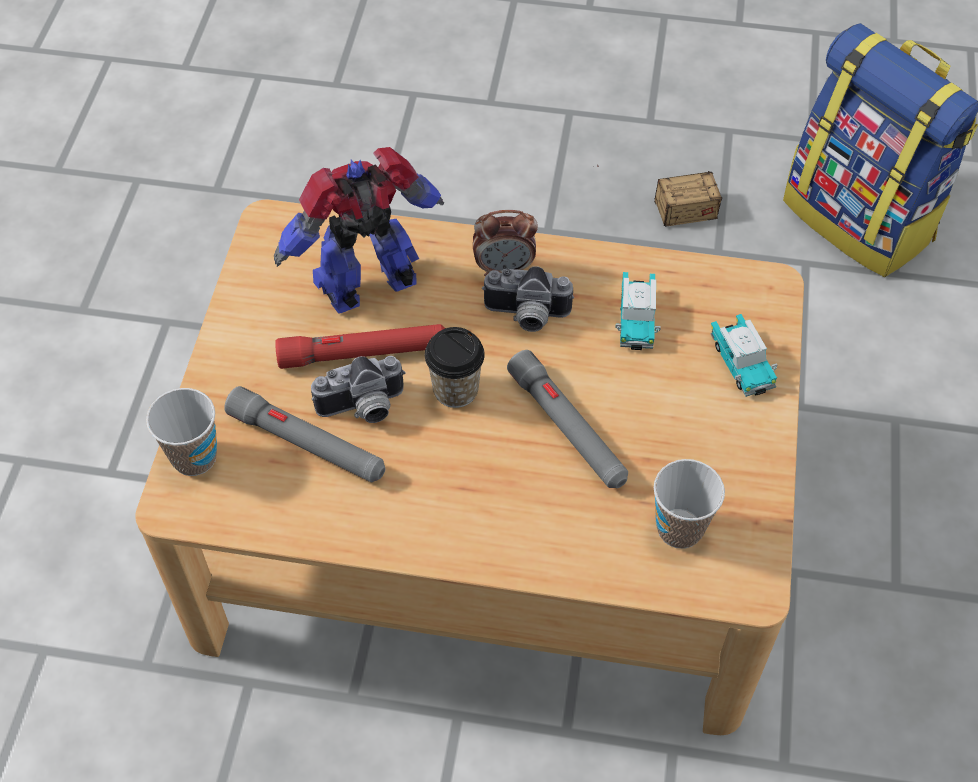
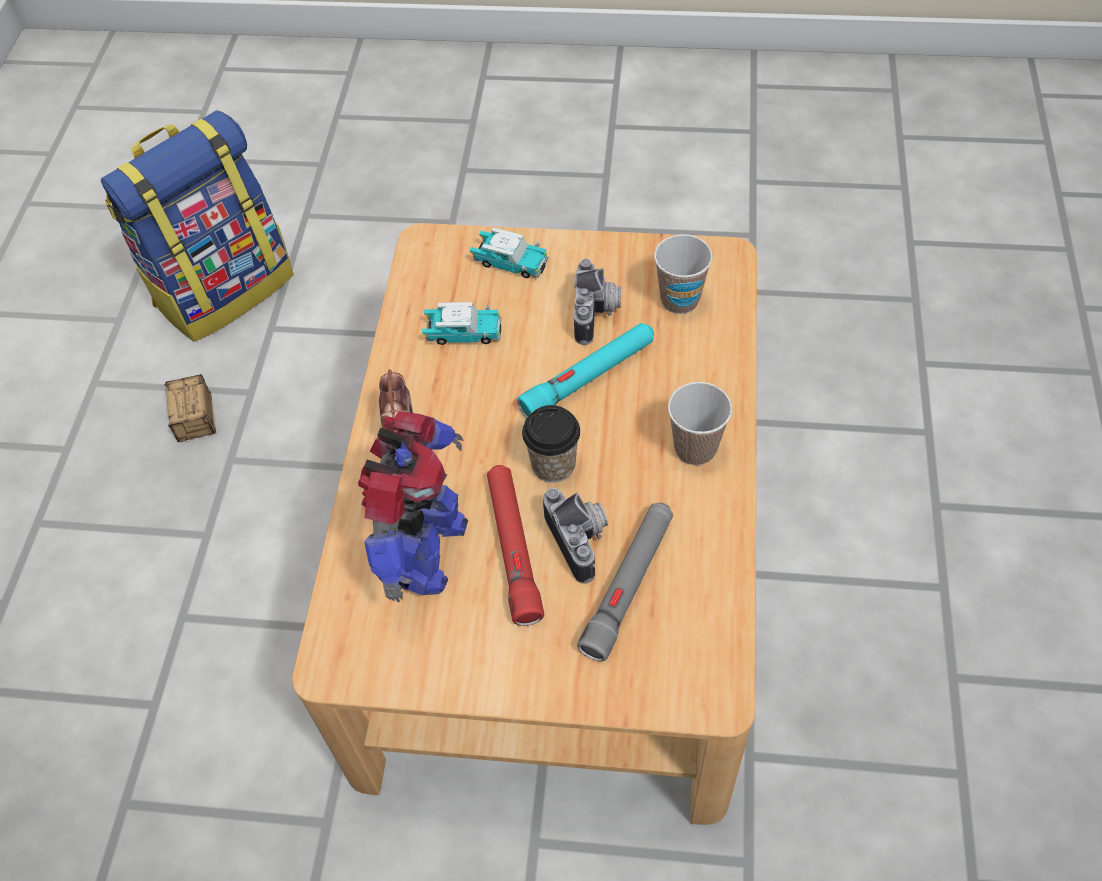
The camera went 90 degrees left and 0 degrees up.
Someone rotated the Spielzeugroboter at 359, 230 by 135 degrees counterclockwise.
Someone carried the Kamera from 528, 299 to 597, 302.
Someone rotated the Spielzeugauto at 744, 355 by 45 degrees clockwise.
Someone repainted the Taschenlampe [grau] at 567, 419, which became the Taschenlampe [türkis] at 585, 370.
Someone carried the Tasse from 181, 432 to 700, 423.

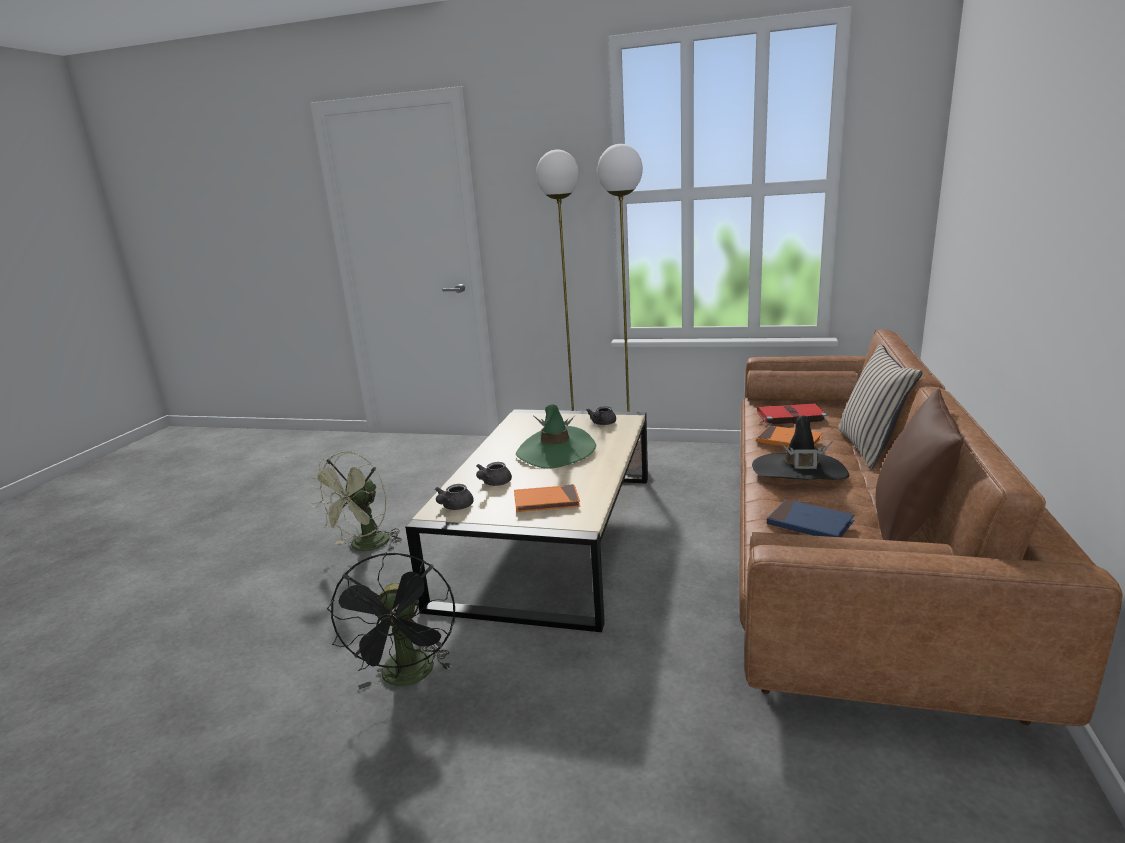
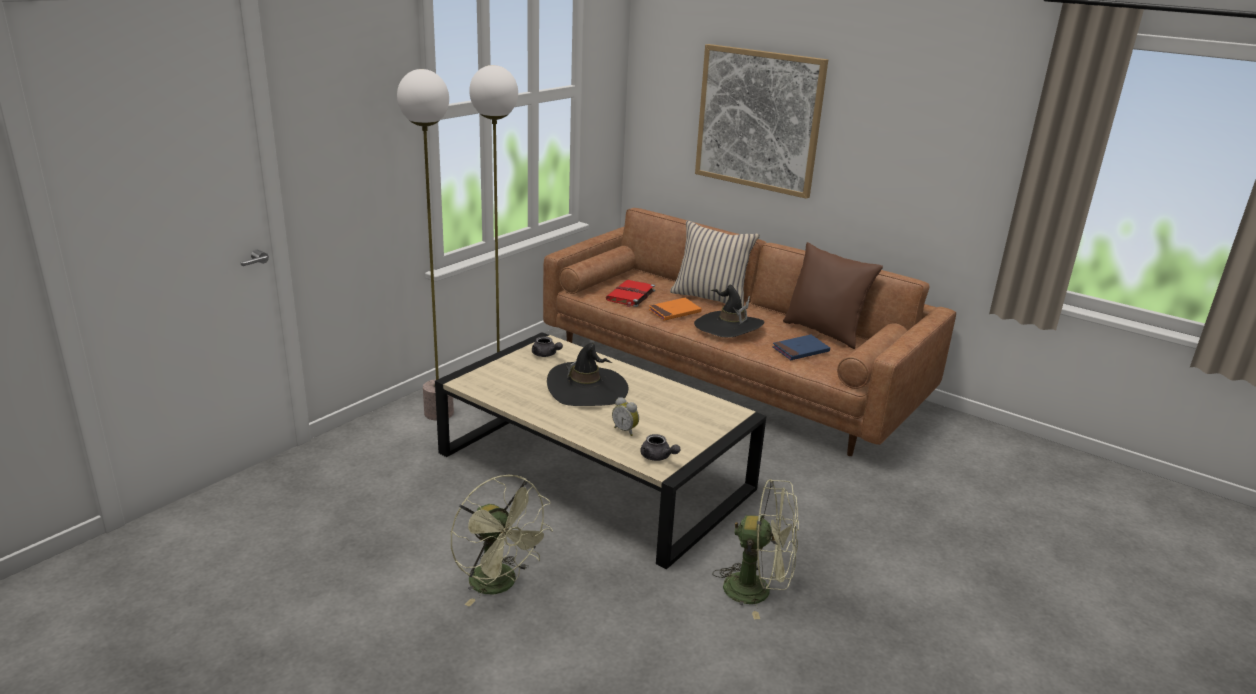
The camera went 70 degrees left and 5 degrees up.
Someone repainted the Hut [grün] at 556, 436, which became the Hut [schwarz] at 588, 374.
Someone swapped the Teekanne [grau] at 494, 474 for the Wecker at 625, 416.
Someone took away the Buch [orange] at 547, 498.
Someone repainted the Ventilator [schwarz] at 391, 621, which became the Ventilator [grün] at 755, 549.
Someone put up the Bild at 761, 121.

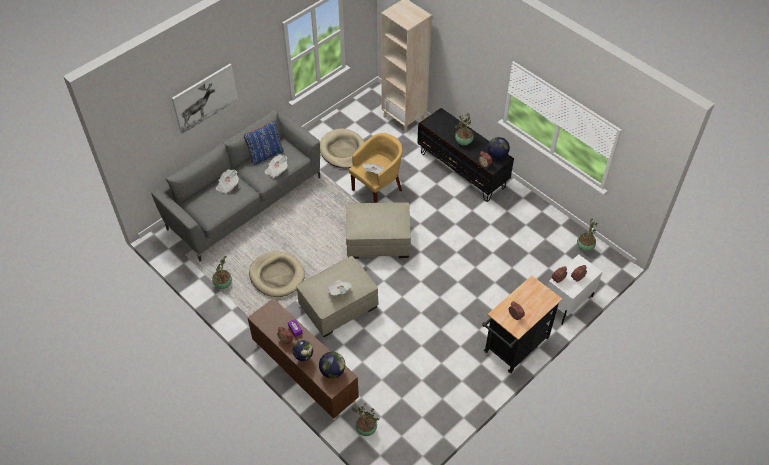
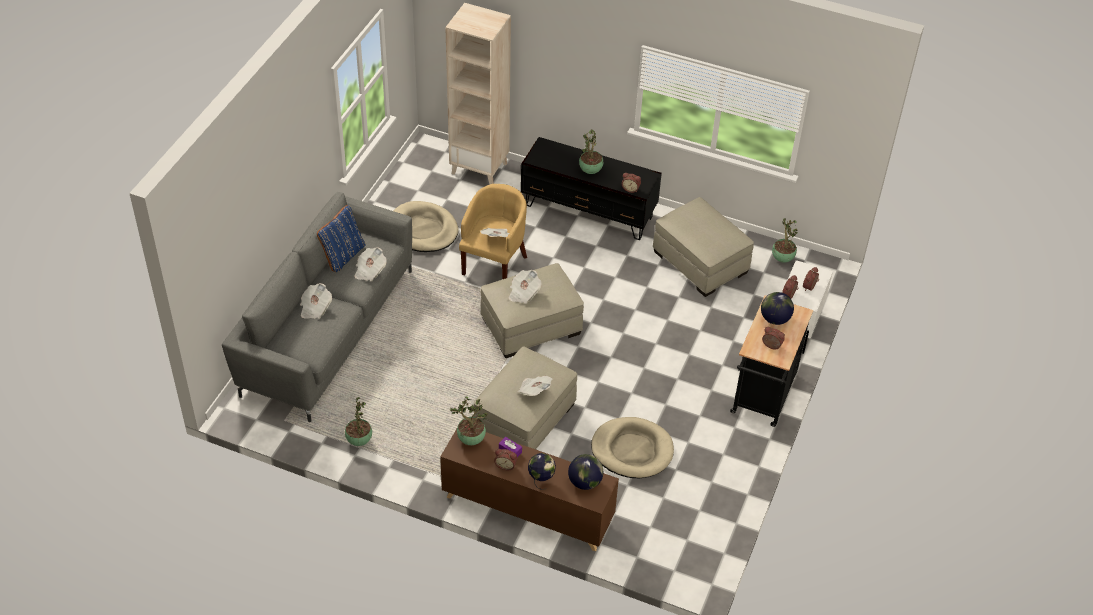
The camera went 25 degrees left and 5 degrees down.
Someone took away the Bild at 205, 99.
Someone carried the Globus from 499, 148 to 777, 308.
Someone carried the Hundebett [beige] from 277, 274 to 632, 447.
Someone carried the Topfpflanze from 365, 419 to 469, 421.
Someone put down the Polsterhocker [beige] at 703, 247.
Someone put down the Zeitung at 525, 287.

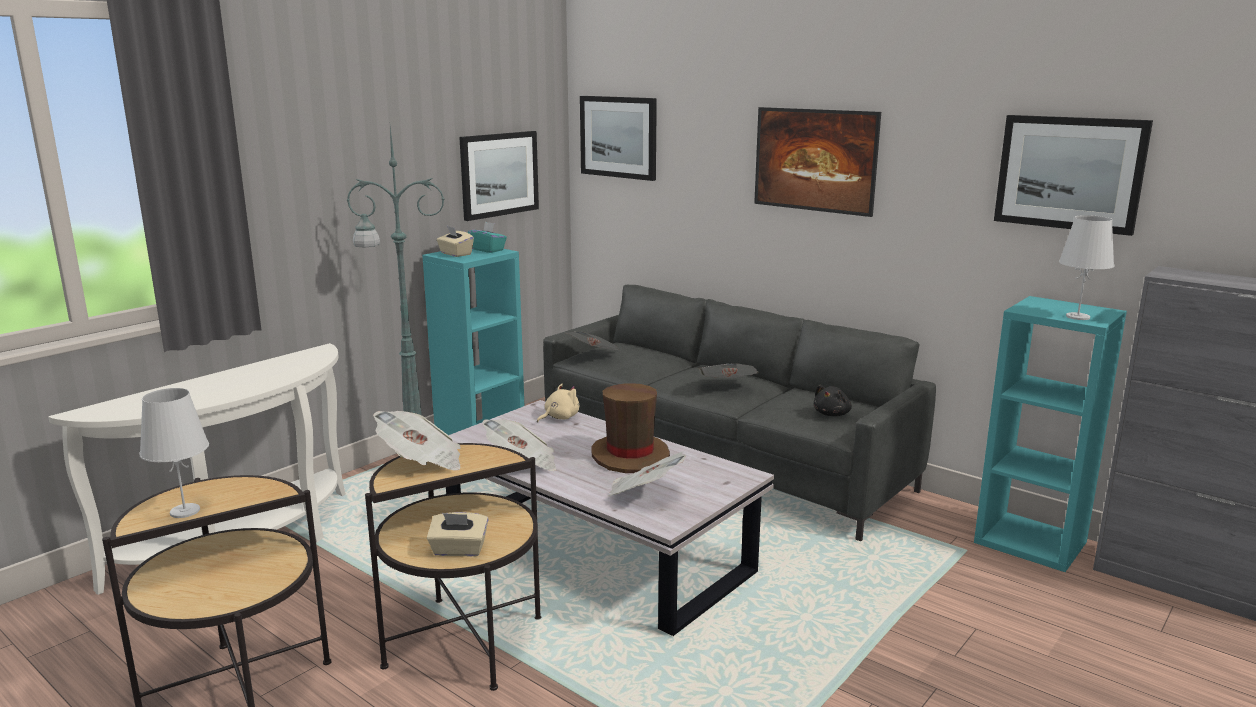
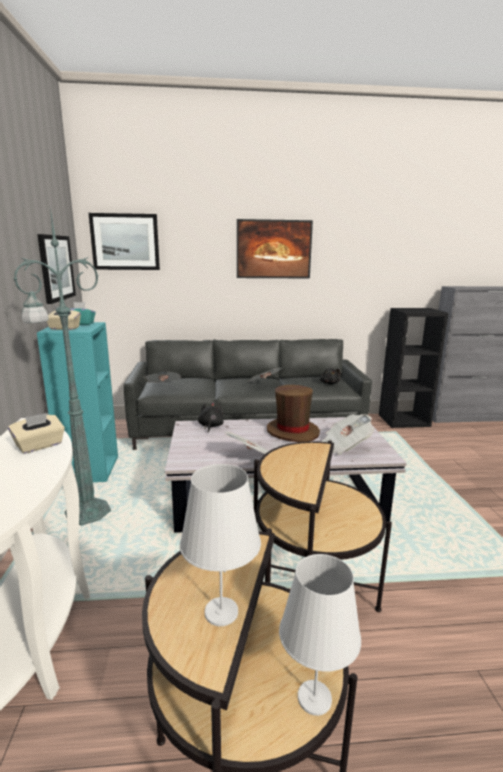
The camera went 45 degrees left and 0 degrees up.
Someone took away the Bild at 1073, 175.
Someone carried the Tischlampe [weiß] from 1087, 267 to 320, 635.
Someone repainted the Bücherregal [türkis] at 1050, 434, which became the Bücherregal [schwarz] at 414, 368.
Someone repainted the Plüschtier [beige] at 558, 403, which became the Plüschtier [schwarz] at 211, 418.
Someone took away the Zeitung at 417, 441.
Someone carried the Taschentuchbox [beige] from 457, 534 to 36, 433.

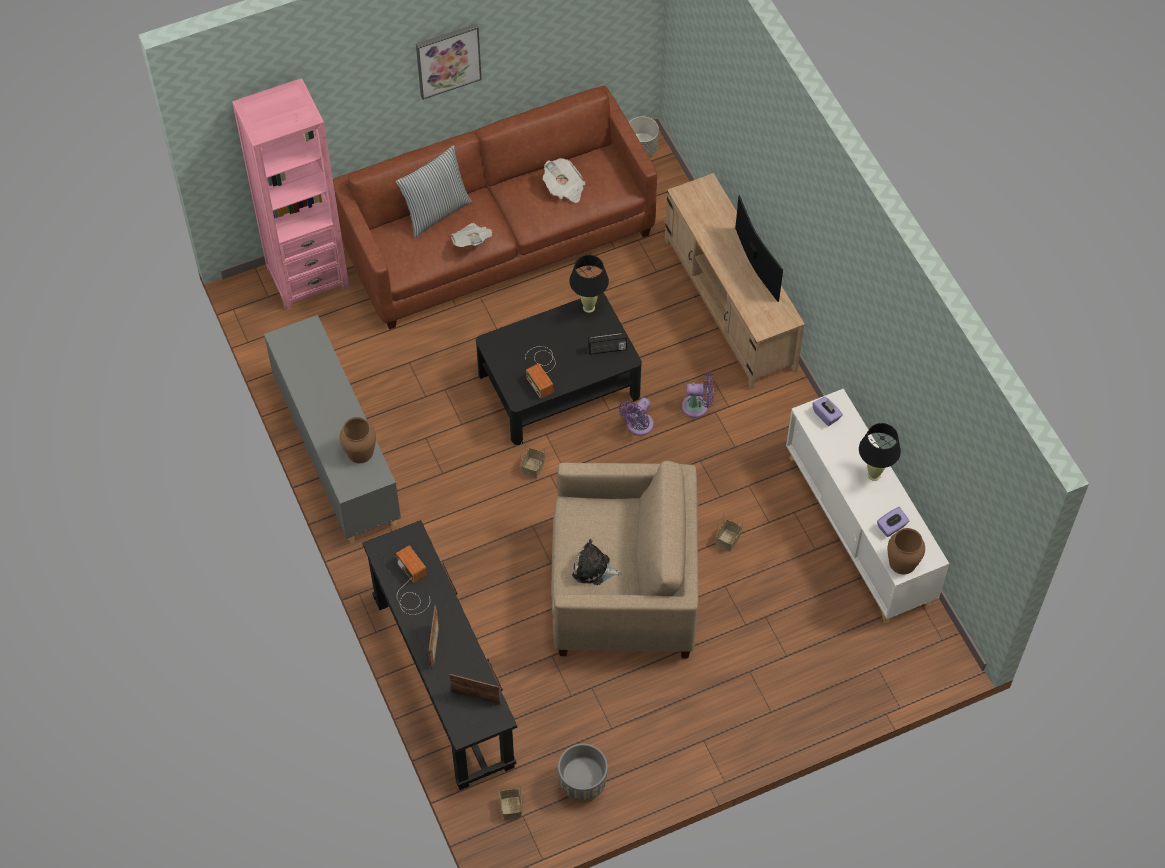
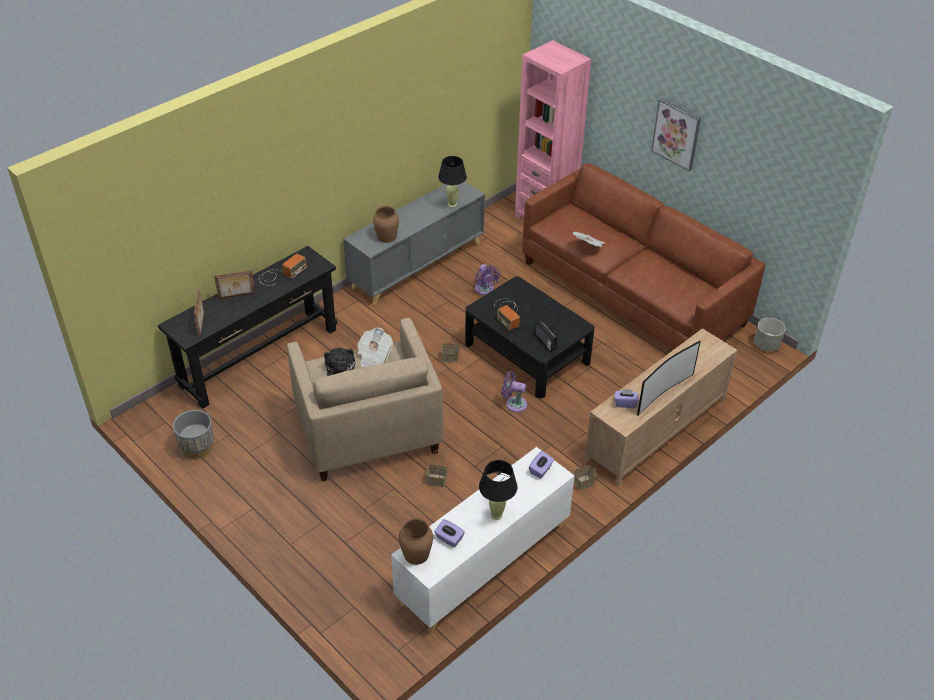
The camera went 70 degrees right and 15 degrees down.
Someone took away the Kissen at 434, 191.
Someone carried the Zeitung from 564, 180 to 375, 347.
Someone carried the Tischlampe [schwarz] from 589, 284 to 452, 181.
Someone rotated the Radio at 540, 372 by 75 degrees counterclockwise.
Someone carried the Ventilator [lila] from 698, 395 to 487, 279.
Someone carried the Korb from 510, 803 to 585, 471.
Someone put down the Taschentuchbox [lila] at 627, 398.

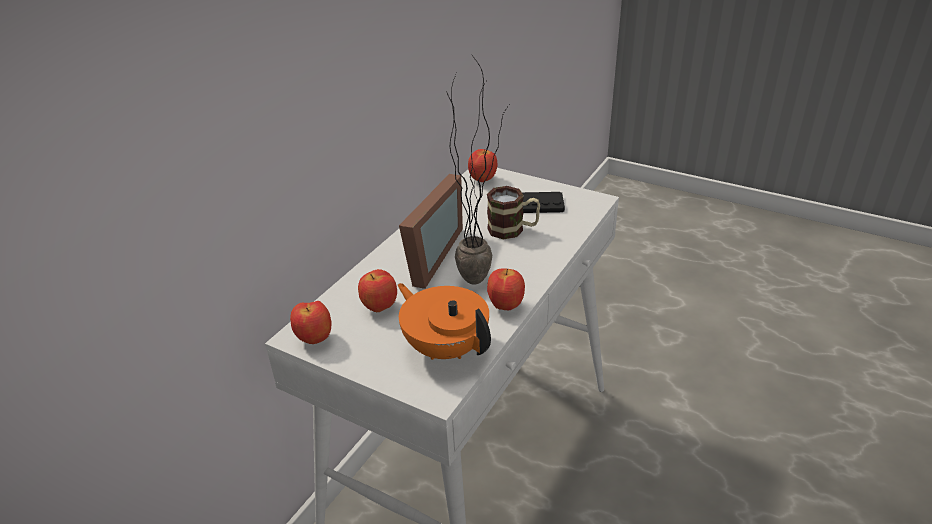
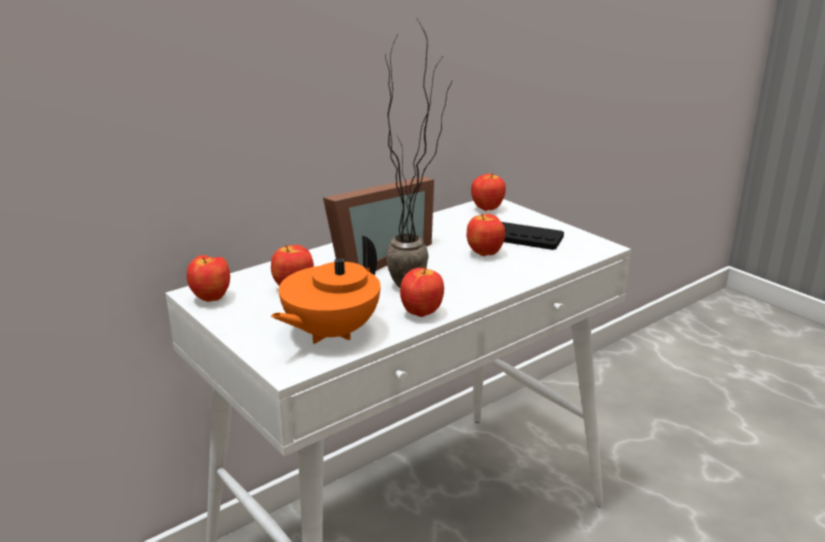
The camera went 20 degrees right and 10 degrees down.
Someone swapped the Henkelbecher at 513, 212 for the Apfel at 486, 235.
Someone rotated the Teekanne [orange] at 444, 321 by 120 degrees counterclockwise.

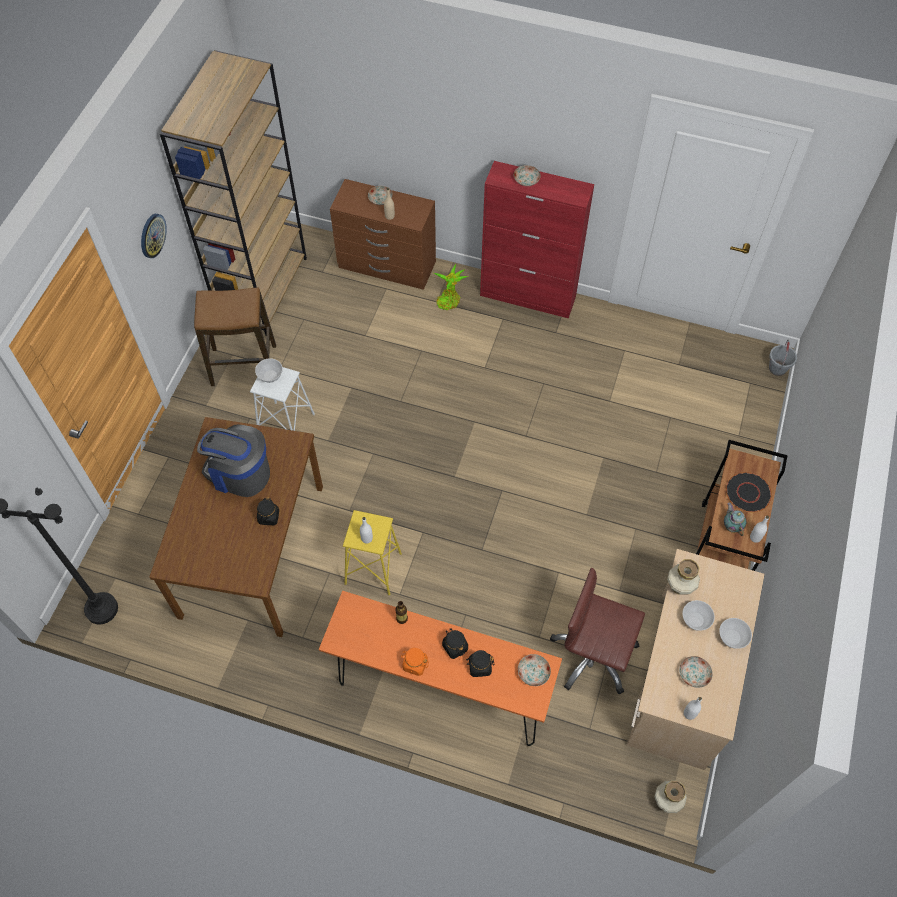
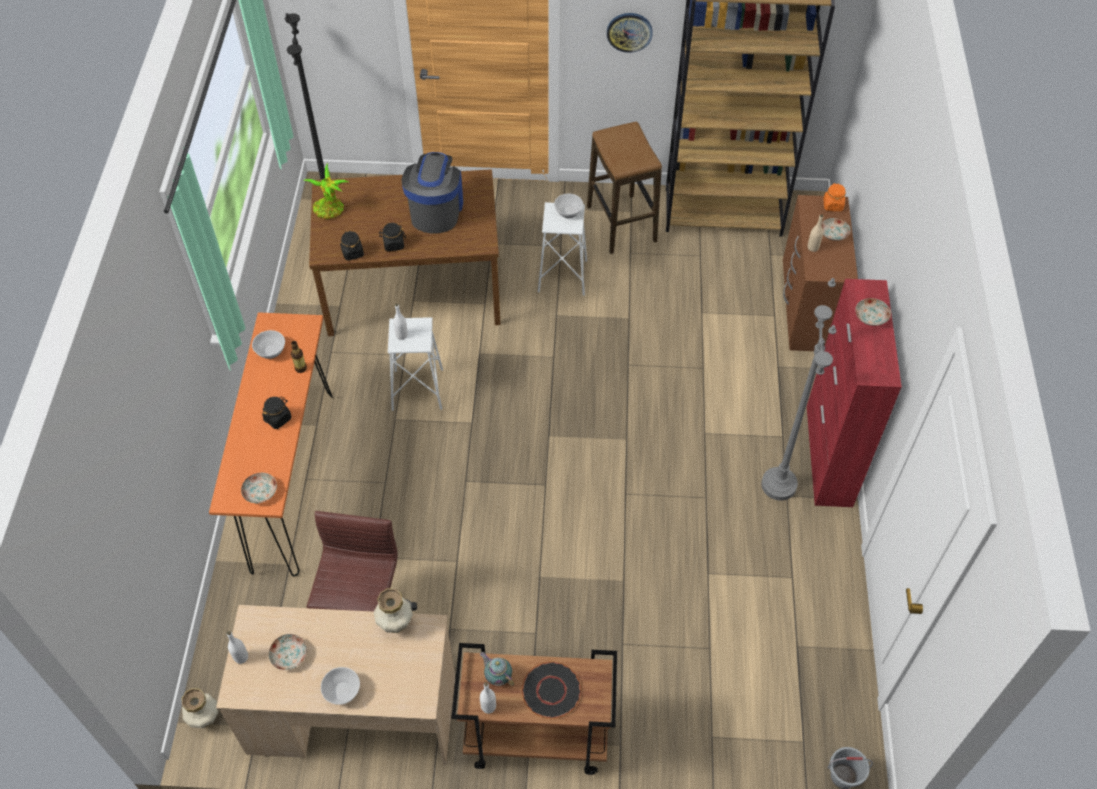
The camera went 75 degrees right and 5 degrees down.
Someone carried the Topfpflanze from 451, 287 to 325, 191.
Someone rotated the Teekanne at 735, 519 by 105 degrees counterclockwise.
Someone repainted the Hocker [gelb] at 372, 552, which became the Hocker [weiß] at 415, 364.
Someone carried the Schüssel from 698, 615 to 268, 344.
Someone carried the Vorratsglas [orange] from 415, 662 to 834, 197.
Someone carried the Vorratsglas [schwarz] from 480, 663 to 352, 245.
Someone put down the Stehlampe [grau] at 798, 389.

